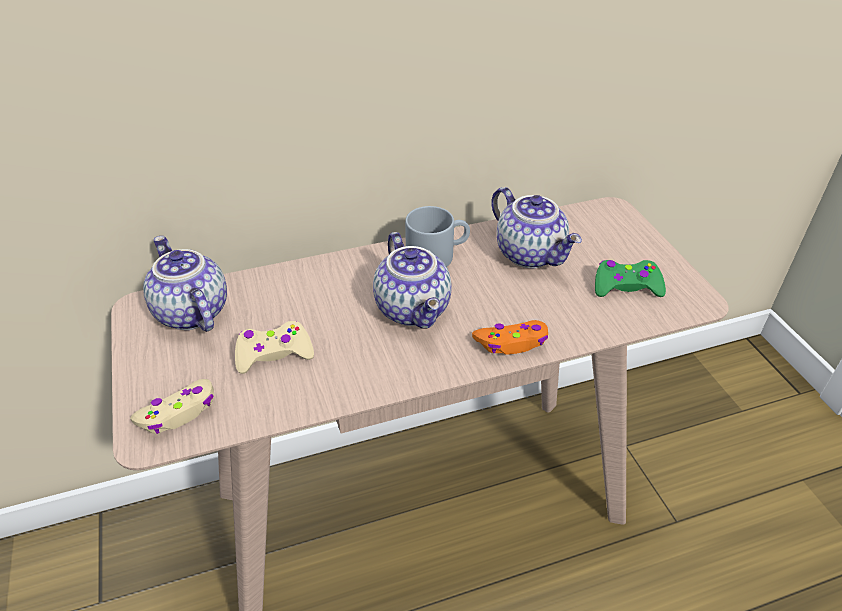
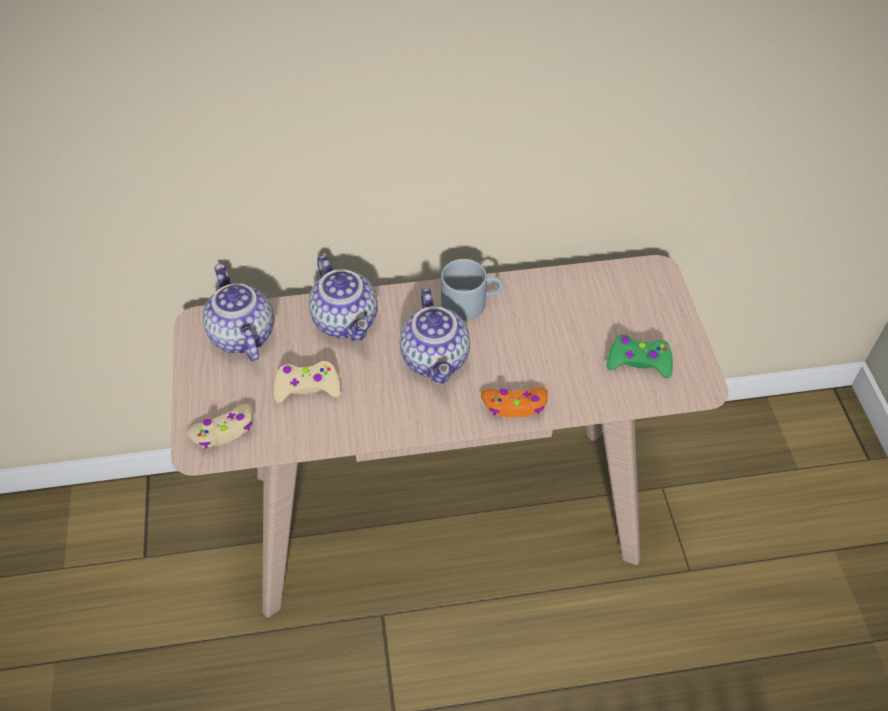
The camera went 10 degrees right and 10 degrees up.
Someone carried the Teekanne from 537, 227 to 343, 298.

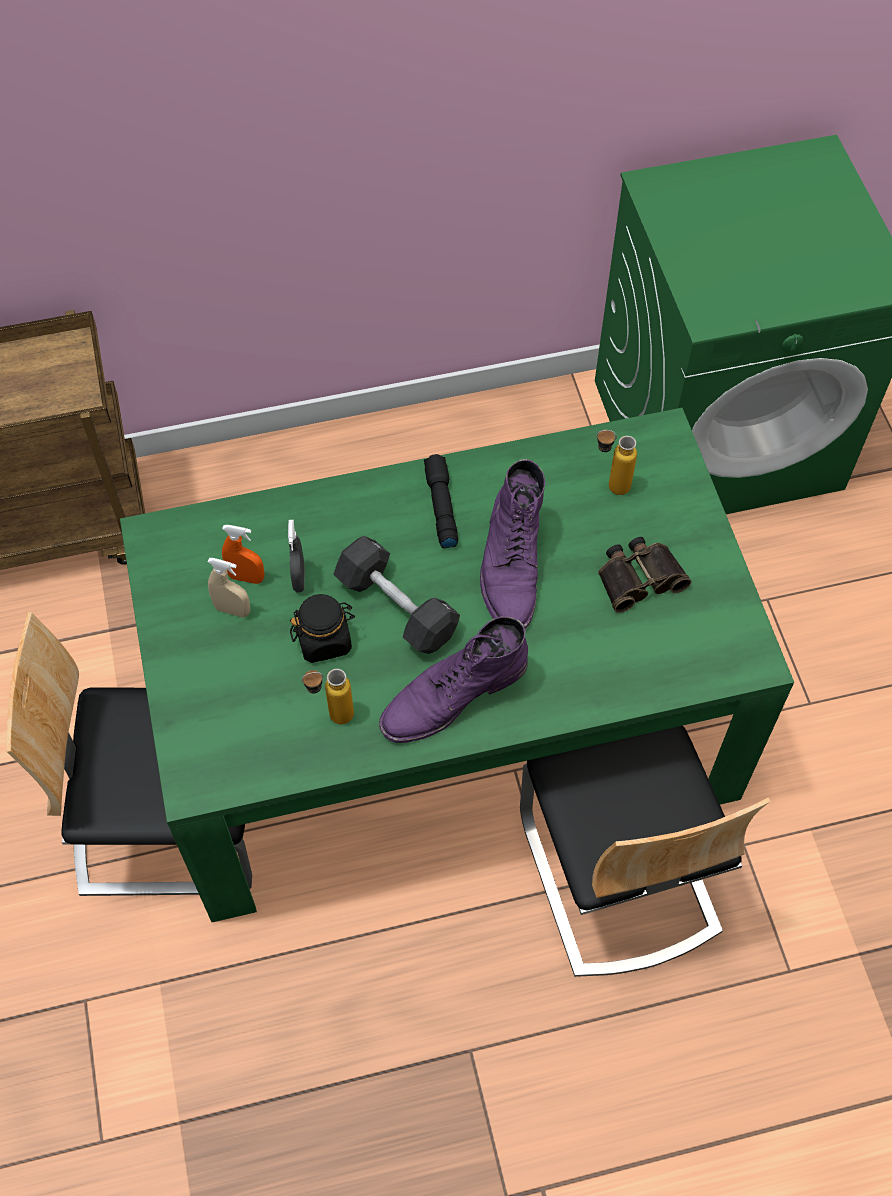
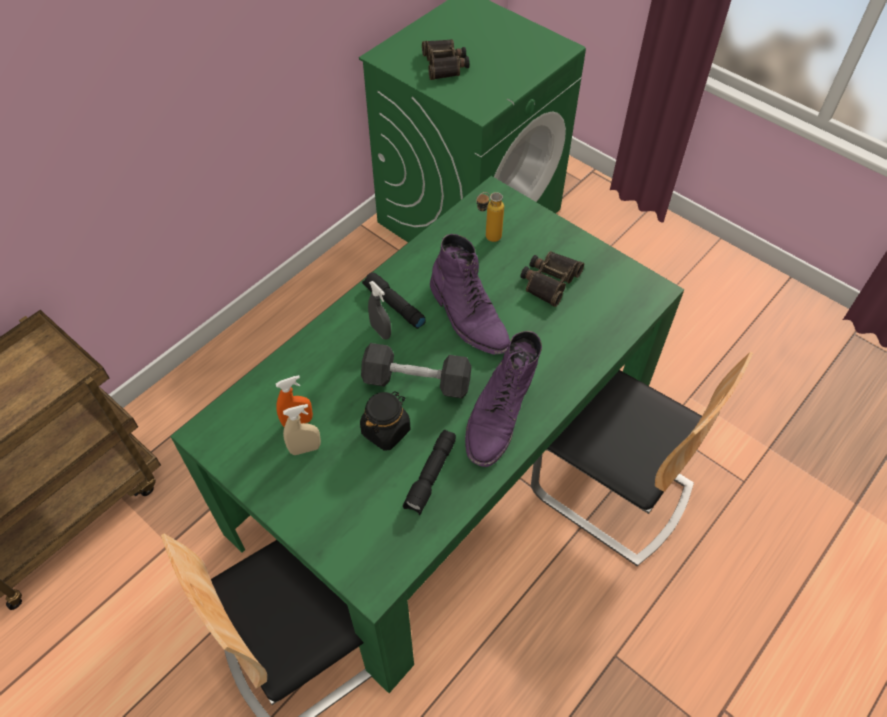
The camera went 35 degrees left and 5 degrees down.
Someone carried the Sprühflasche [grau] from 296, 556 to 379, 310.
Someone swapped the Flasche at 327, 696 for the Taschenlampe [schwarz] at 429, 472.
Someone put down the Fernglas at 446, 59.

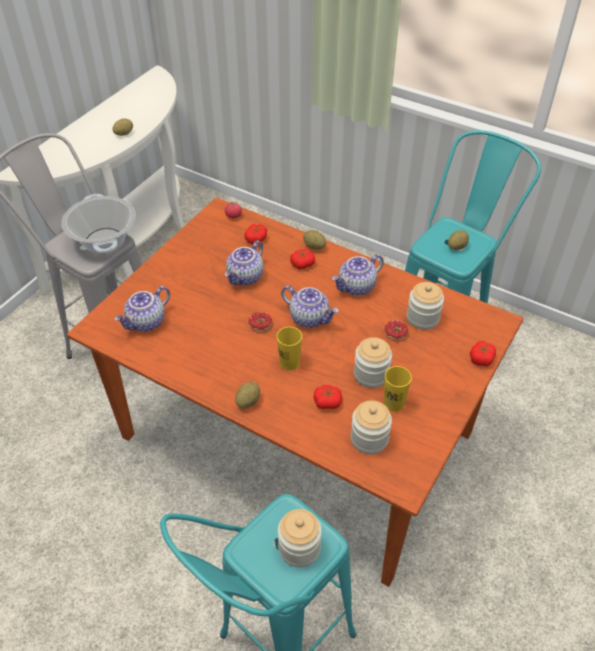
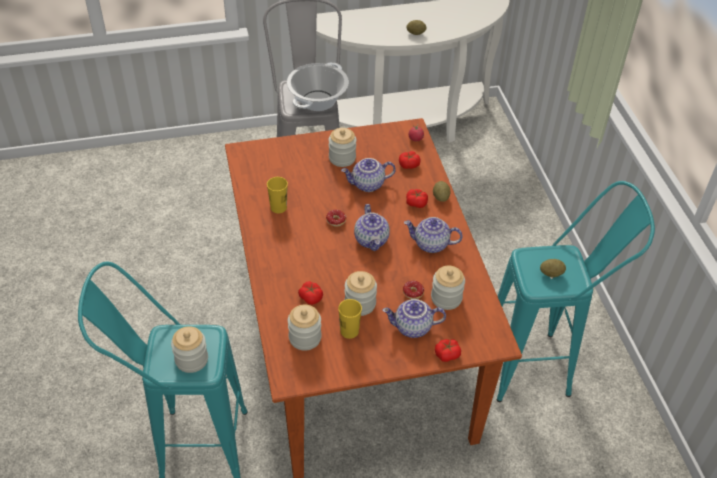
The camera went 45 degrees right and 0 degrees up.
Someone carried the Teekanne from 142, 309 to 414, 318.
Someone carried the Tasse [gelb] from 289, 348 to 277, 195.
Someone took away the Kartoffel at 247, 395.
Someone put down the Vorratsglas at 342, 147.

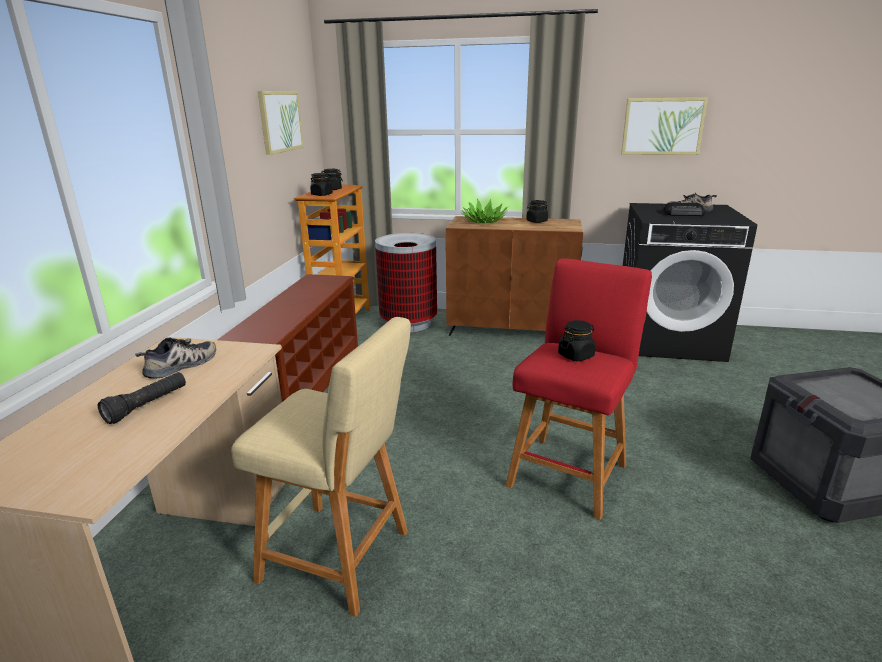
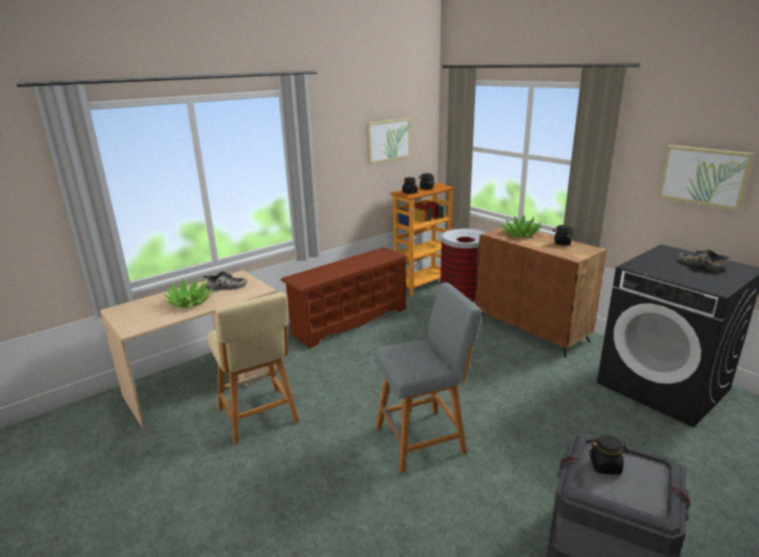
The camera went 40 degrees right and 0 degrees up.
Someone took away the Radio at 684, 209.
Someone repainted the Hocker [rot] at 579, 389, which became the Hocker [grau] at 428, 377.
Someone carried the Vorratsglas [schwarz] from 577, 340 to 608, 455.
Someone swapped the Taschenlampe [schwarz] at 142, 398 for the Topfpflanze at 188, 293.

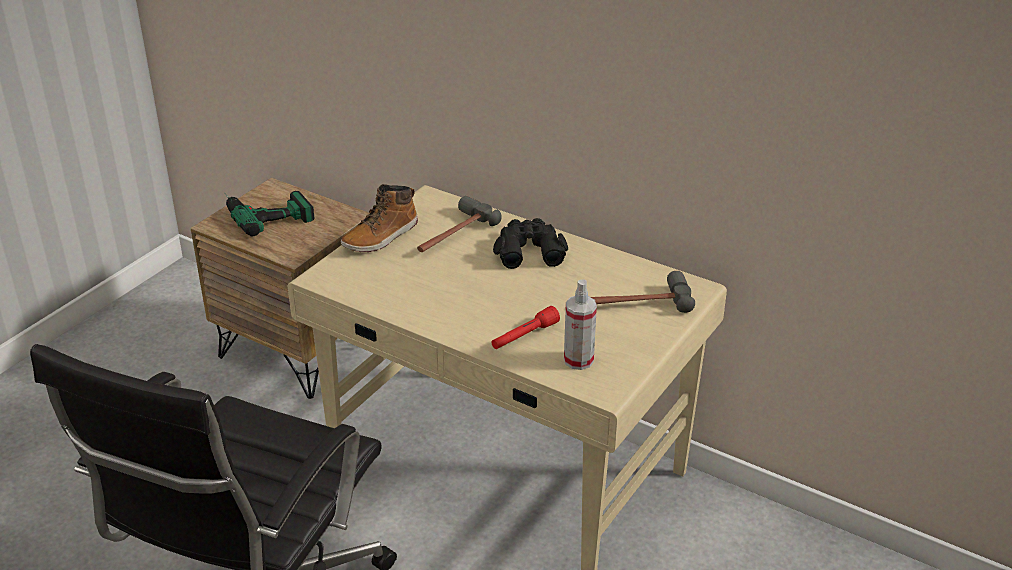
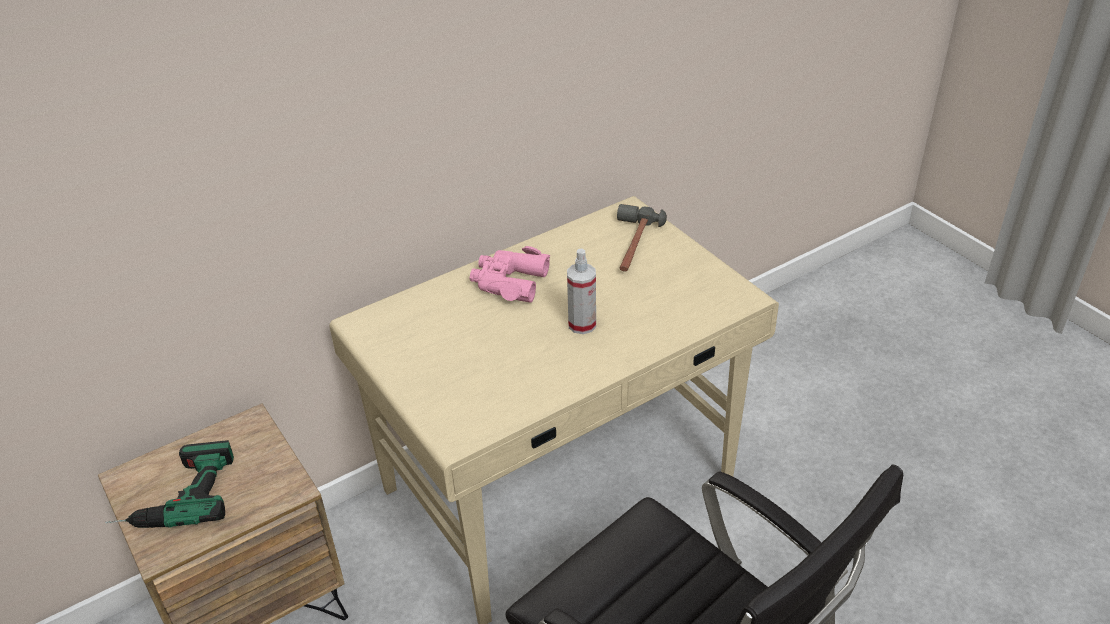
The camera went 65 degrees left and 5 degrees up.
Someone took away the Stiefel at 379, 218.
Someone took away the Hammer at 459, 224.
Someone repainted the Fernglas [schwarz] at 530, 243, which became the Fernglas [rosa] at 509, 274.
Someone carried the Sprühflasche from 580, 324 to 581, 291.
Someone took away the Taschenlampe [rot] at 525, 327.

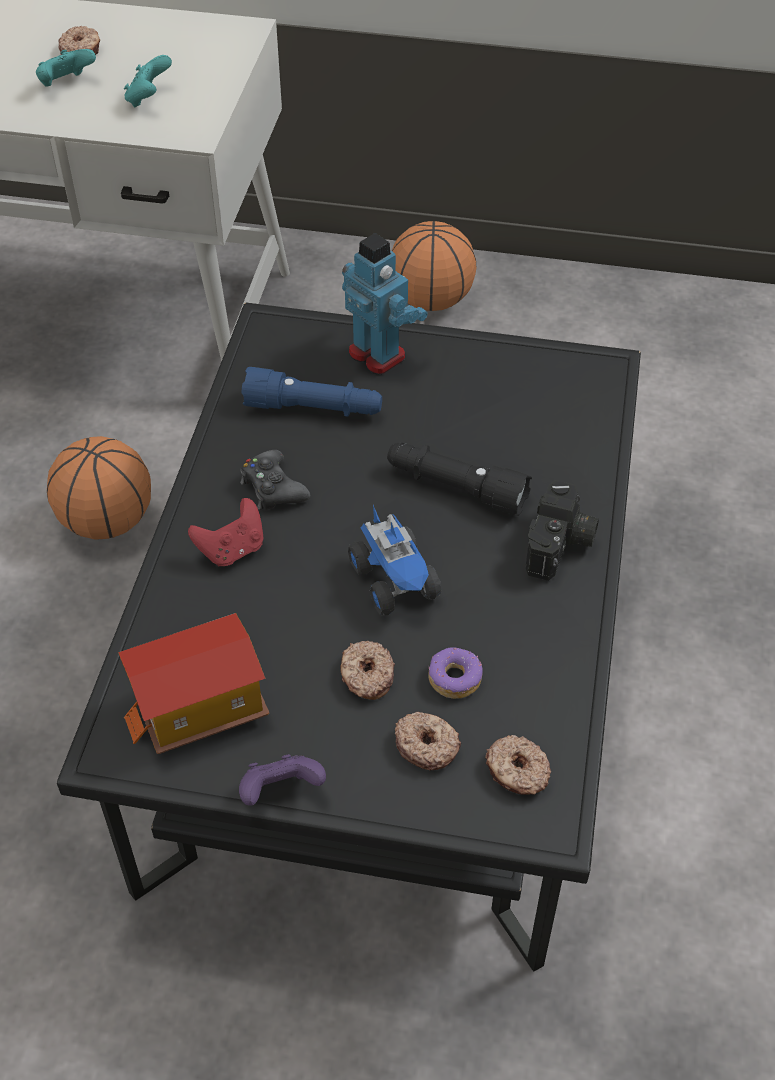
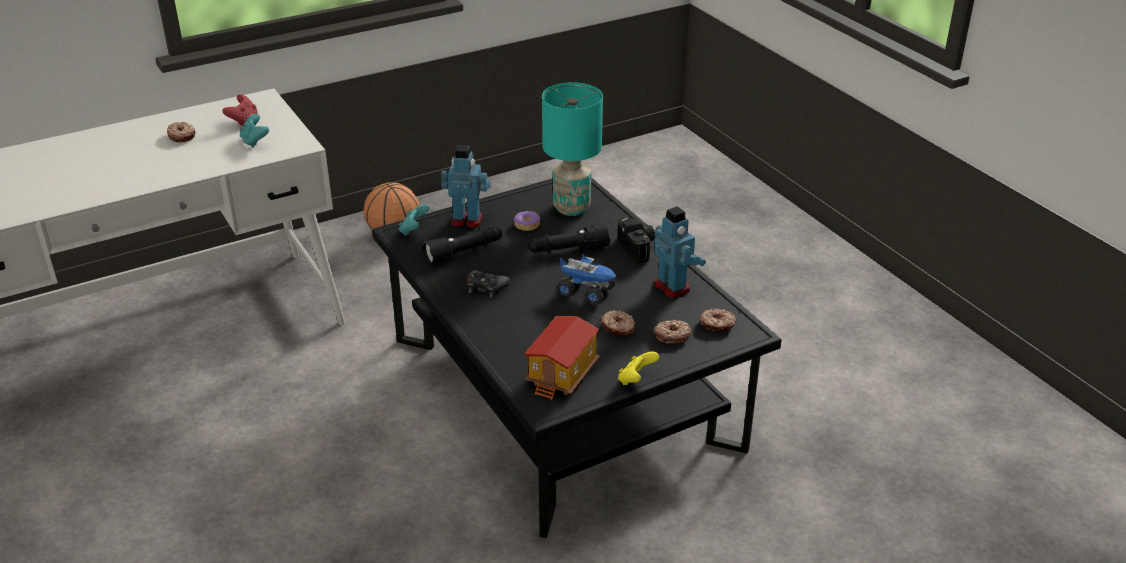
The camera went 40 degrees left and 15 degrees down.
Someone carried the Gamepad [türkis] from 66, 67 to 414, 220.
Someone repainted the Taschenlampe [blau] at 312, 392, which became the Taschenlampe [schwarz] at 462, 245.
Someone took away the Basketball at 99, 488.
Someone carried the Gamepad [rot] from 226, 532 to 240, 110.
Someone carried the Donut from 455, 673 to 526, 220.
Someone repainted the Gamepad [lila] at 282, 780, which became the Gamepad [gelb] at 638, 368.
Someone put down the Tischlampe [türkis] at 572, 149.
Someone put down the Spielzeugroboter at 680, 252.

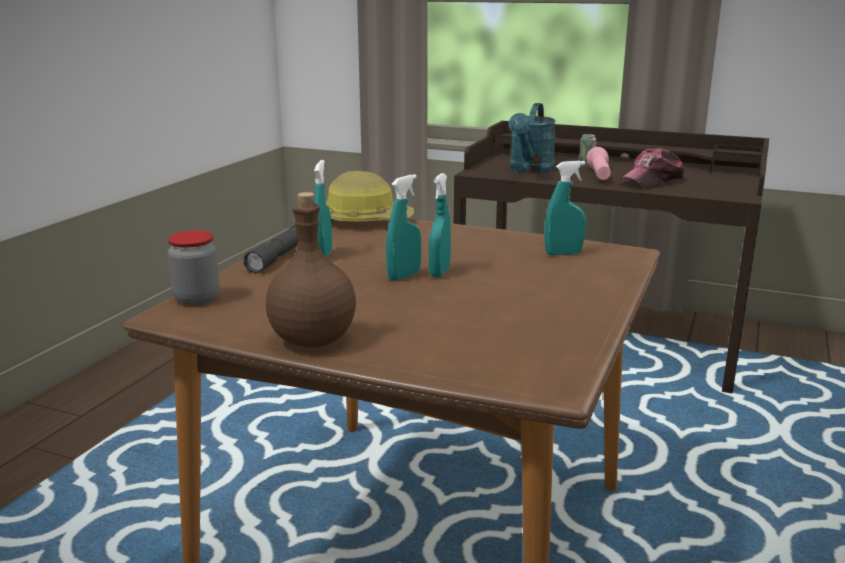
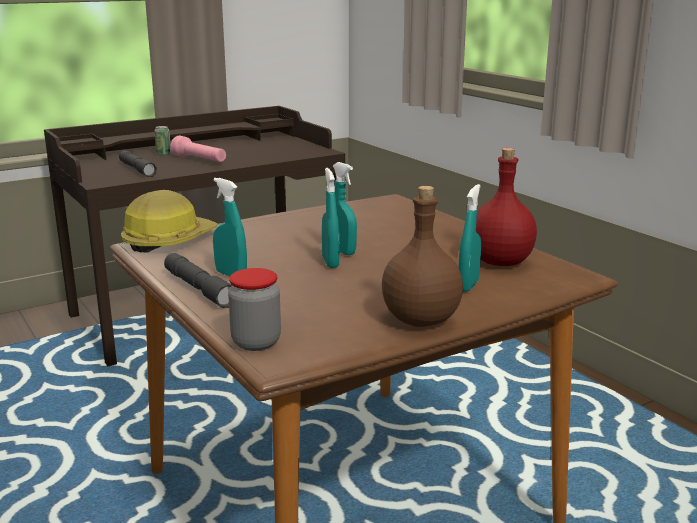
The camera went 55 degrees left and 0 degrees up.
Someone swapped the Gießkanne [türkis] at 532, 138 for the Taschenlampe [grau] at 138, 163.
Someone took away the Kappe at 652, 168.
Someone carried the Sprühflasche [türkis] from 565, 208 to 469, 238.
Someone put down the Flasche [rot] at 506, 207.

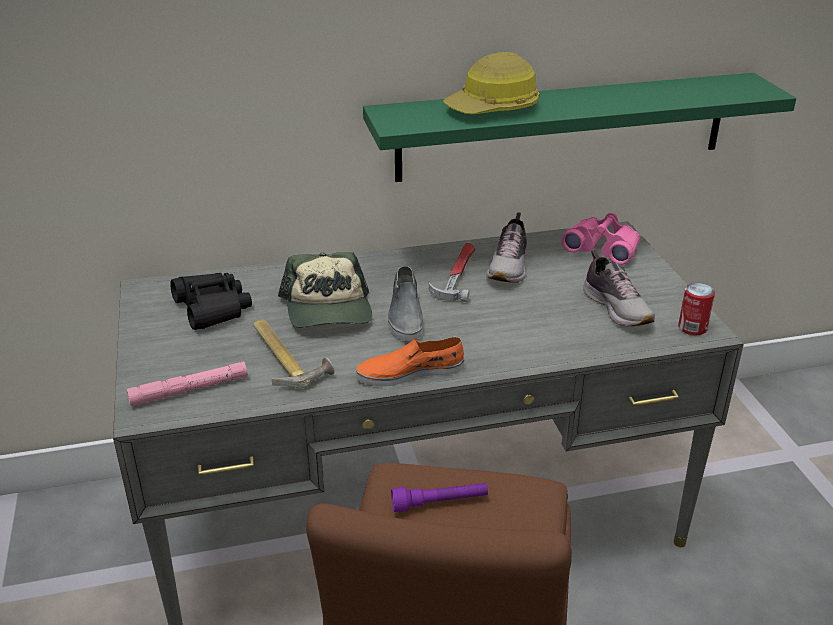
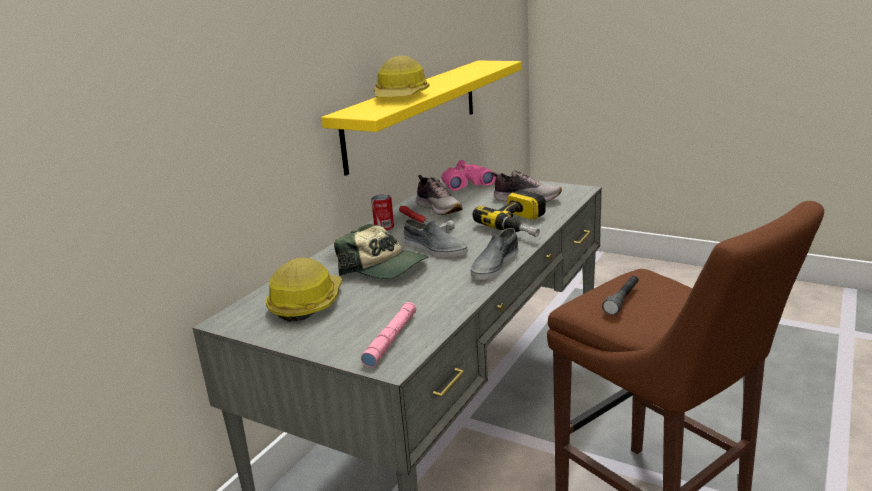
The camera went 45 degrees left and 10 degrees down.
Someone repainted the Wandregal [grün] at 579, 127, which became the Wandregal [gelb] at 421, 118.
Someone swapped the Fernglas [schwarz] at 211, 301 for the Schutzhelm at 304, 290.
Someone carried the Dose from 696, 309 to 382, 212.
Someone took away the Hammer at 294, 354.
Someone repainted the Schuh [orange] at 410, 361, which became the Schuh [grau] at 494, 254.
Someone repainted the Taschenlampe [lila] at 439, 497, which became the Taschenlampe [grau] at 620, 295.
Someone put down the Bohrmaschine at 509, 213.

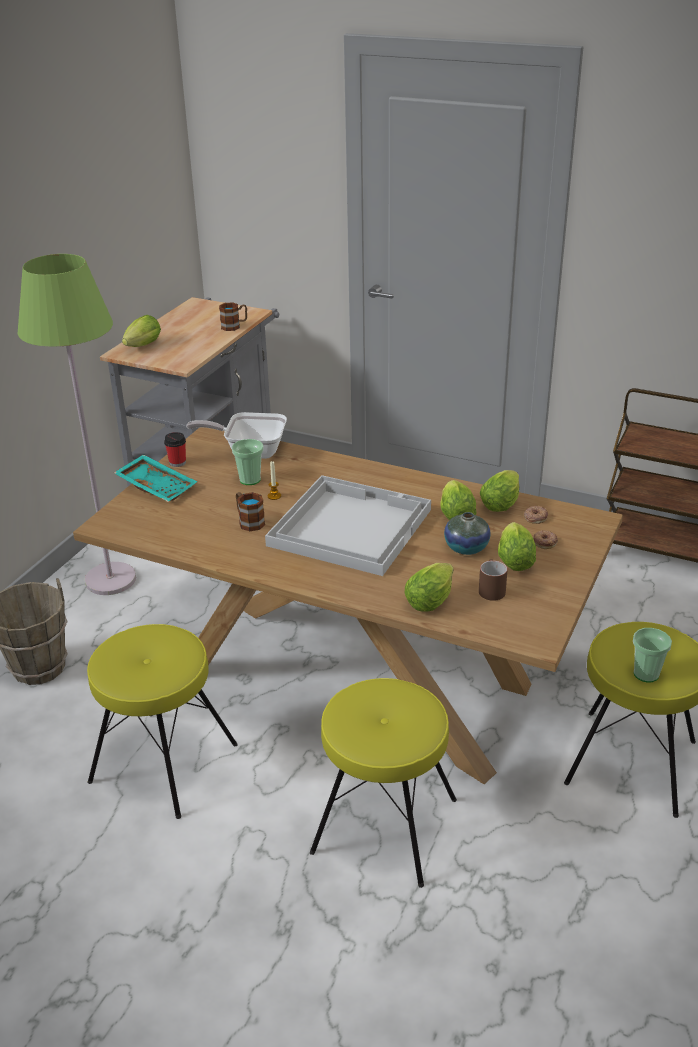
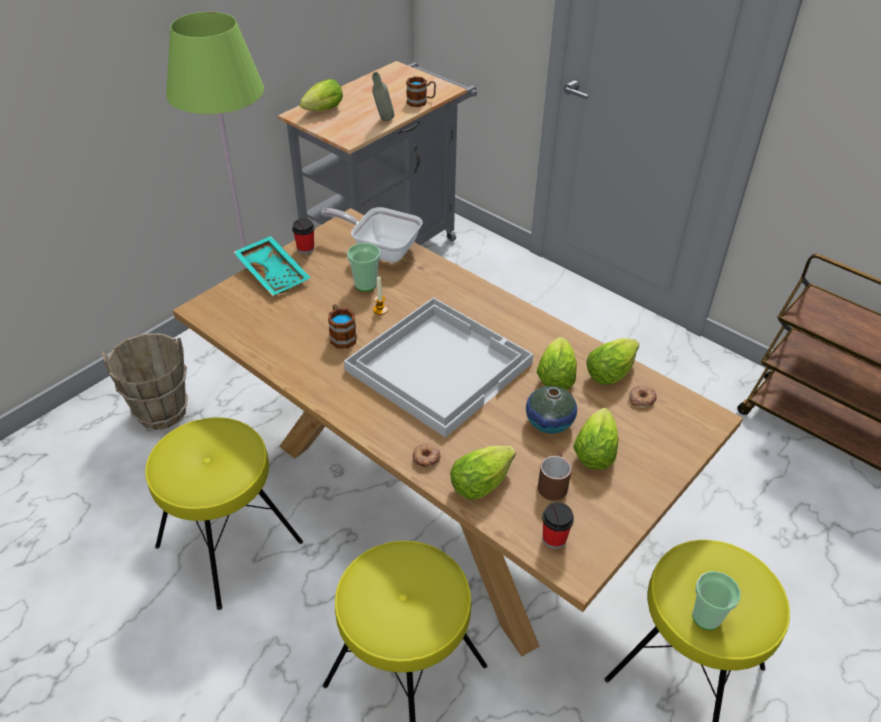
The camera went 15 degrees right and 10 degrees up.
Someone carried the Donut from 545, 539 to 426, 456.
Someone put down the Flasche [grau] at 383, 96.
Someone put down the Tasse at 558, 525.

